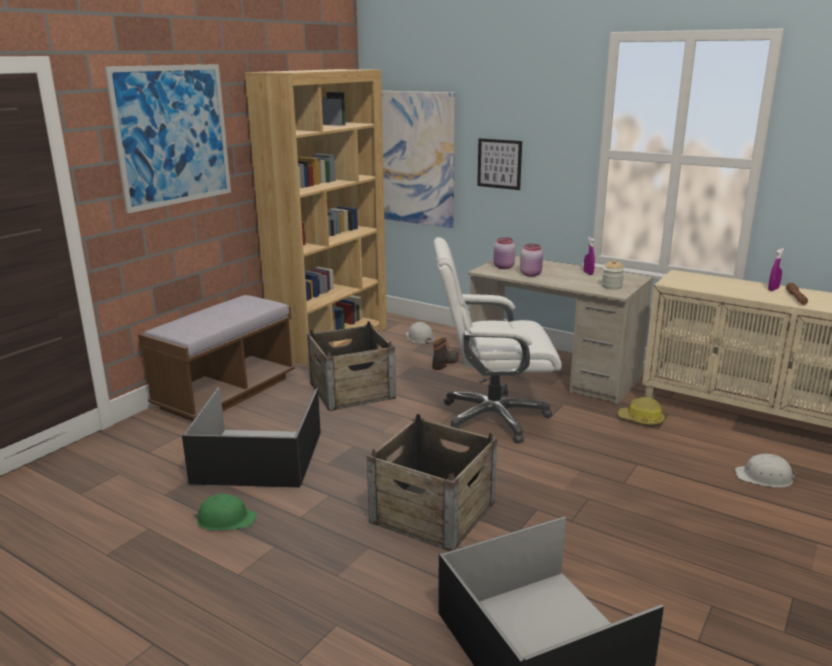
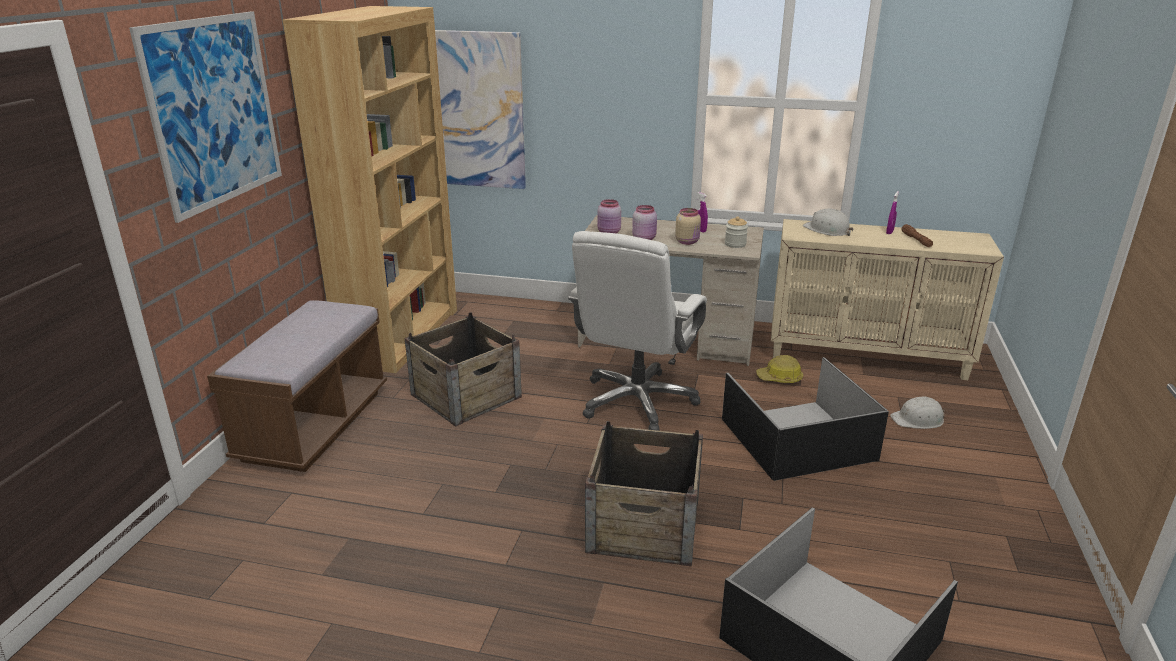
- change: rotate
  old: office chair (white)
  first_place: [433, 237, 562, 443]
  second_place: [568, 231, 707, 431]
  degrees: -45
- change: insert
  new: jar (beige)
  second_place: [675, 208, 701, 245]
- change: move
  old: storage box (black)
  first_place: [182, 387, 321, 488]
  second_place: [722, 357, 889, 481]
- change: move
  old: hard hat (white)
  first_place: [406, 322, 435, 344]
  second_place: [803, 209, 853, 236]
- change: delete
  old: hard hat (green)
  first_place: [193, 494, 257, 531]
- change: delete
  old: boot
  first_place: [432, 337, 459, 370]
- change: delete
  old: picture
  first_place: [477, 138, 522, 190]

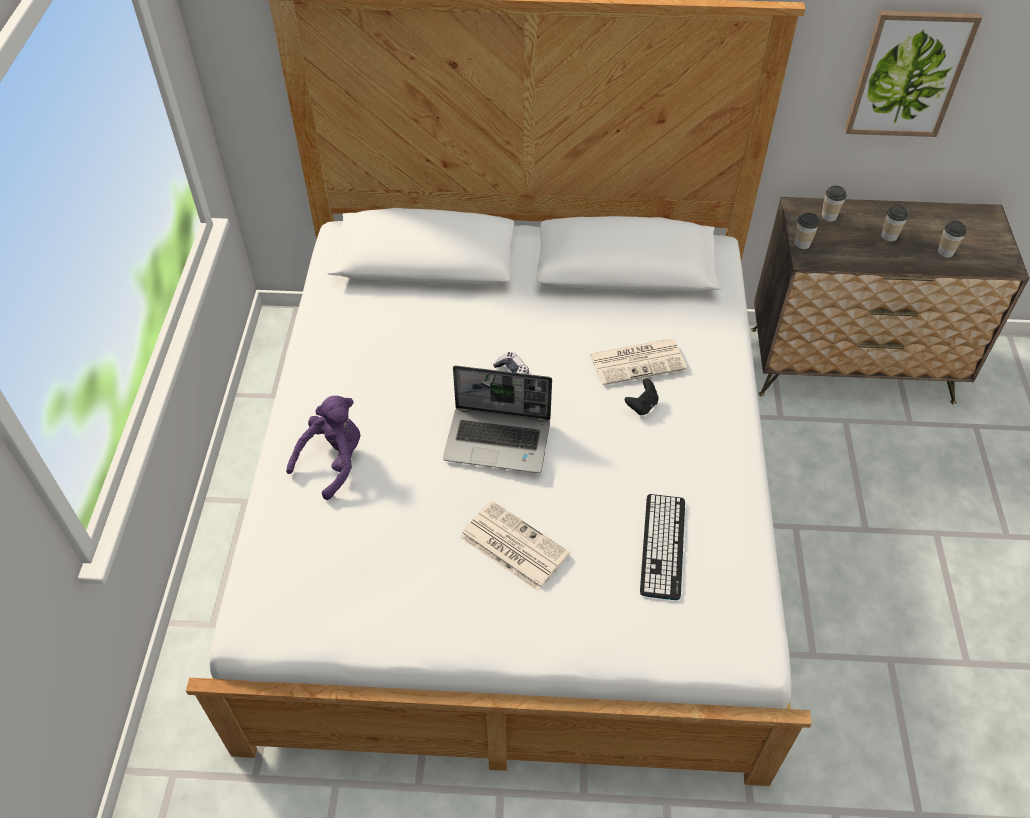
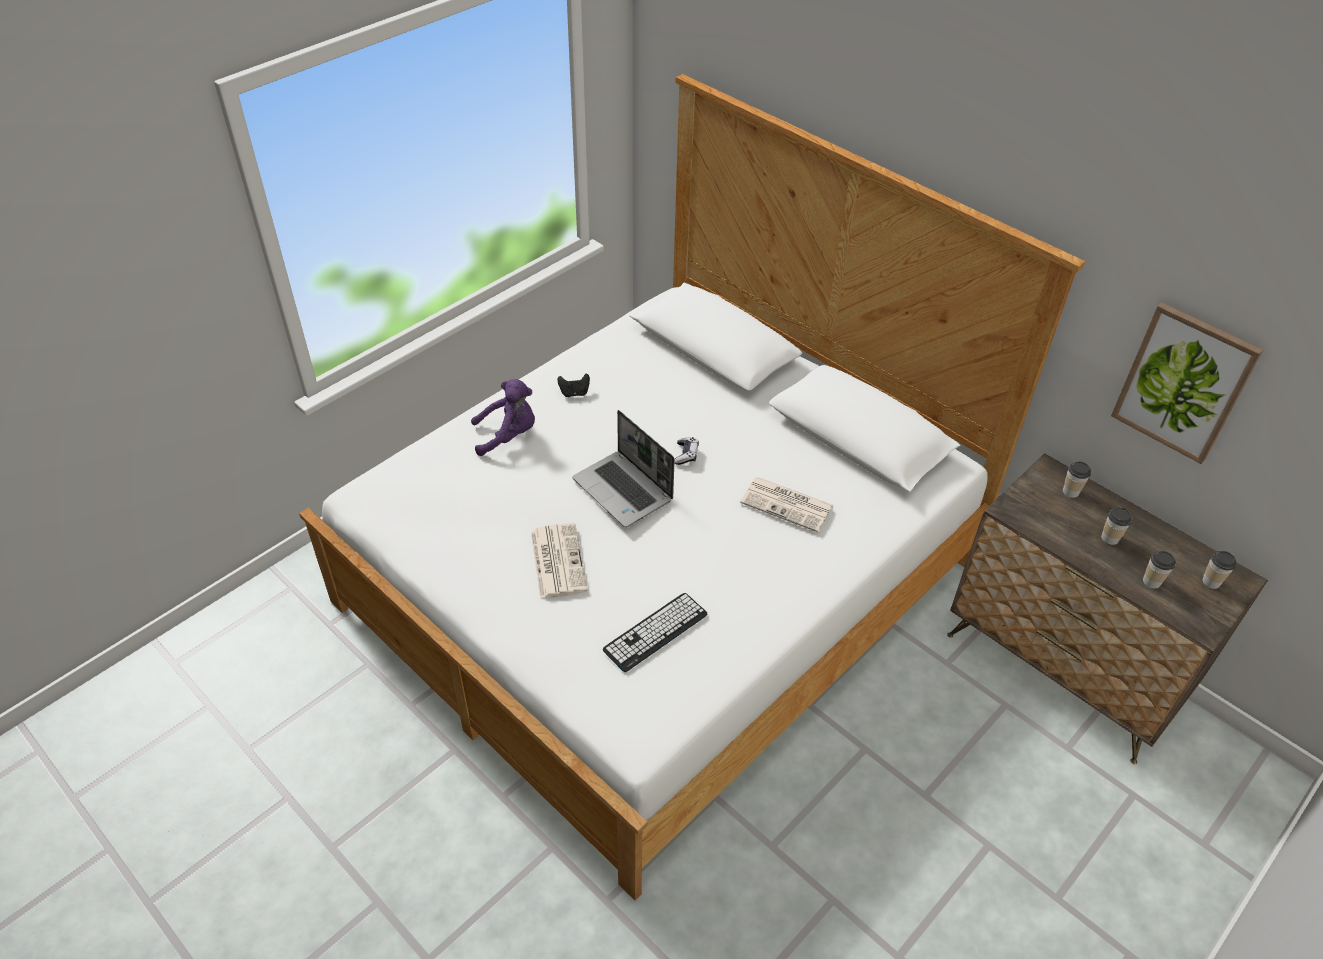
- change: move
  old: game controller (black)
  first_place: [625, 379, 658, 415]
  second_place: [557, 374, 590, 397]
- change: move
  old: cup
  first_place: [794, 213, 820, 249]
  second_place: [1202, 551, 1236, 589]

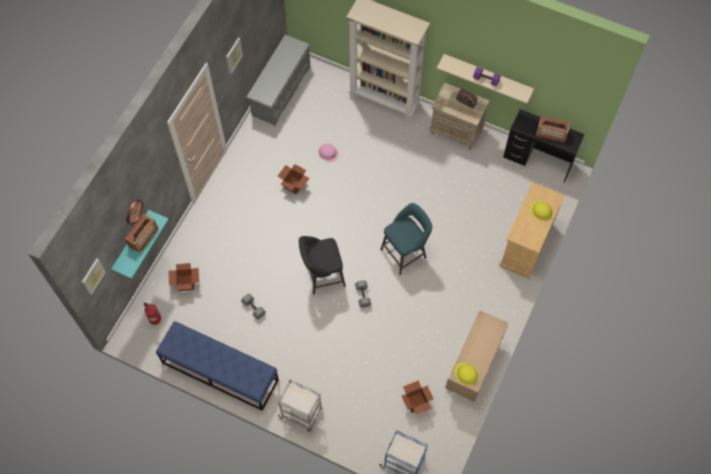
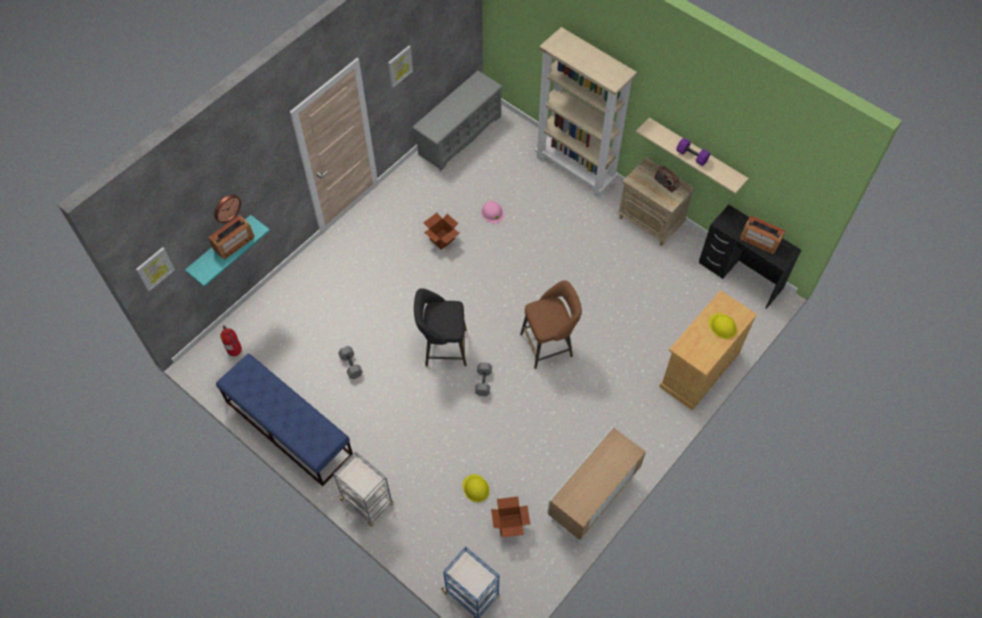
- change: move
  old: hard hat (yellow)
  first_place: [454, 363, 478, 385]
  second_place: [462, 474, 490, 502]
- change: recolor
  old: stool (turquoise)
  new: stool (brown)
  first_place: [380, 203, 432, 275]
  second_place: [520, 280, 582, 369]
- change: delete
  old: cardboard box
  first_place: [168, 263, 199, 291]

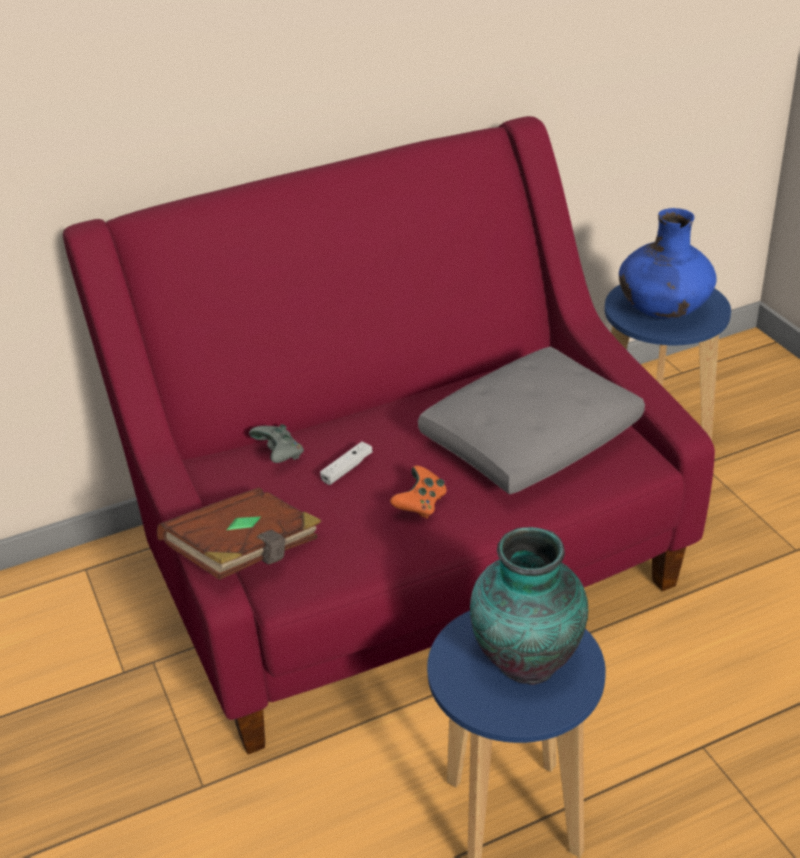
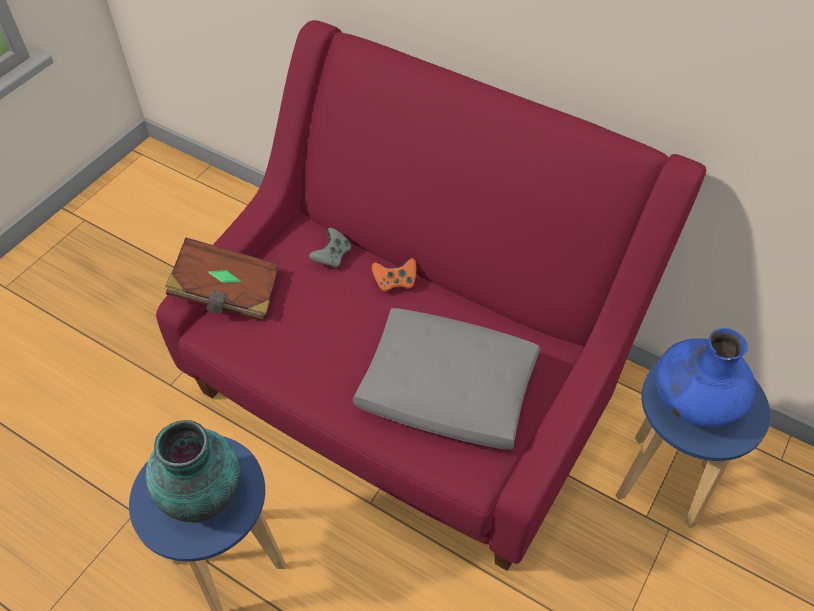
- change: move
  old: game controller (orange)
  first_place: [390, 465, 447, 519]
  second_place: [372, 258, 417, 292]
- change: delete
  old: game controller (white)
  first_place: [320, 442, 373, 485]

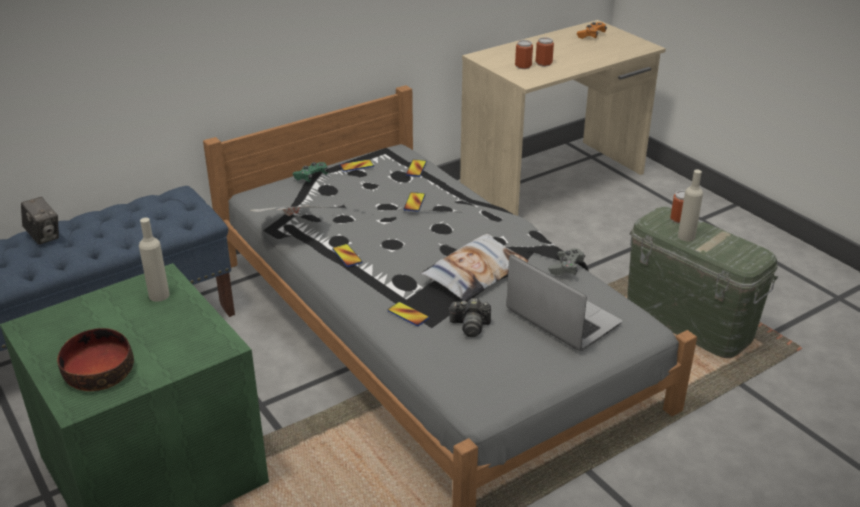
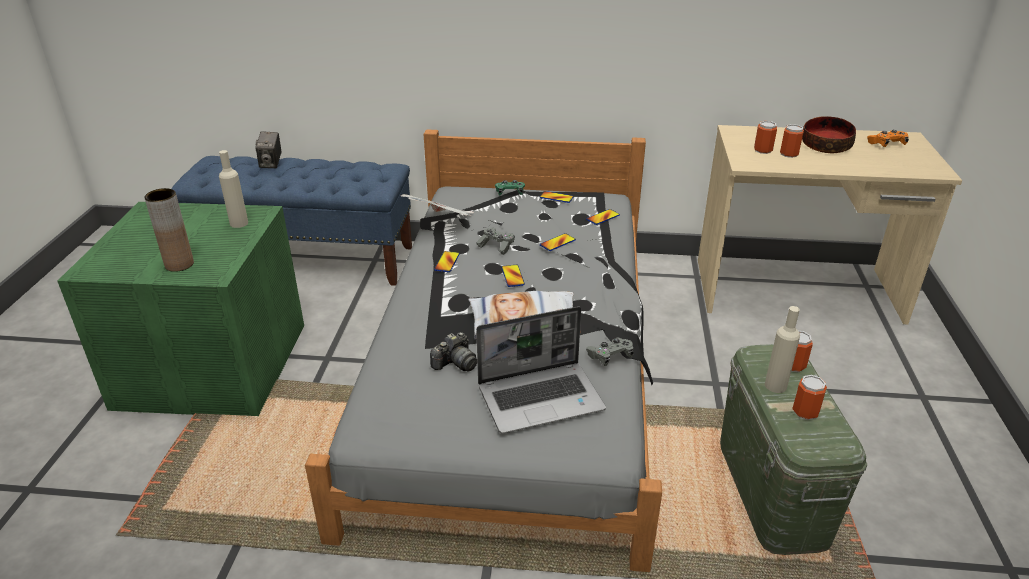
- change: insert
  new: vase (brown)
  second_place: [144, 188, 194, 272]
- change: rotate
  old: photo camera
  first_place: [448, 298, 491, 337]
  second_place: [430, 332, 477, 372]
  degrees: -90
- change: insert
  new: game controller (grey)
  second_place: [476, 227, 515, 255]
- change: rotate
  old: laptop
  first_place: [506, 254, 622, 351]
  second_place: [476, 306, 606, 434]
  degrees: 75
- change: move
  old: phone
  first_place: [387, 302, 429, 326]
  second_place: [502, 265, 525, 287]
- change: insert
  new: can
  second_place: [792, 375, 827, 420]
- change: move
  old: bowl
  first_place: [57, 328, 134, 391]
  second_place: [802, 116, 856, 153]

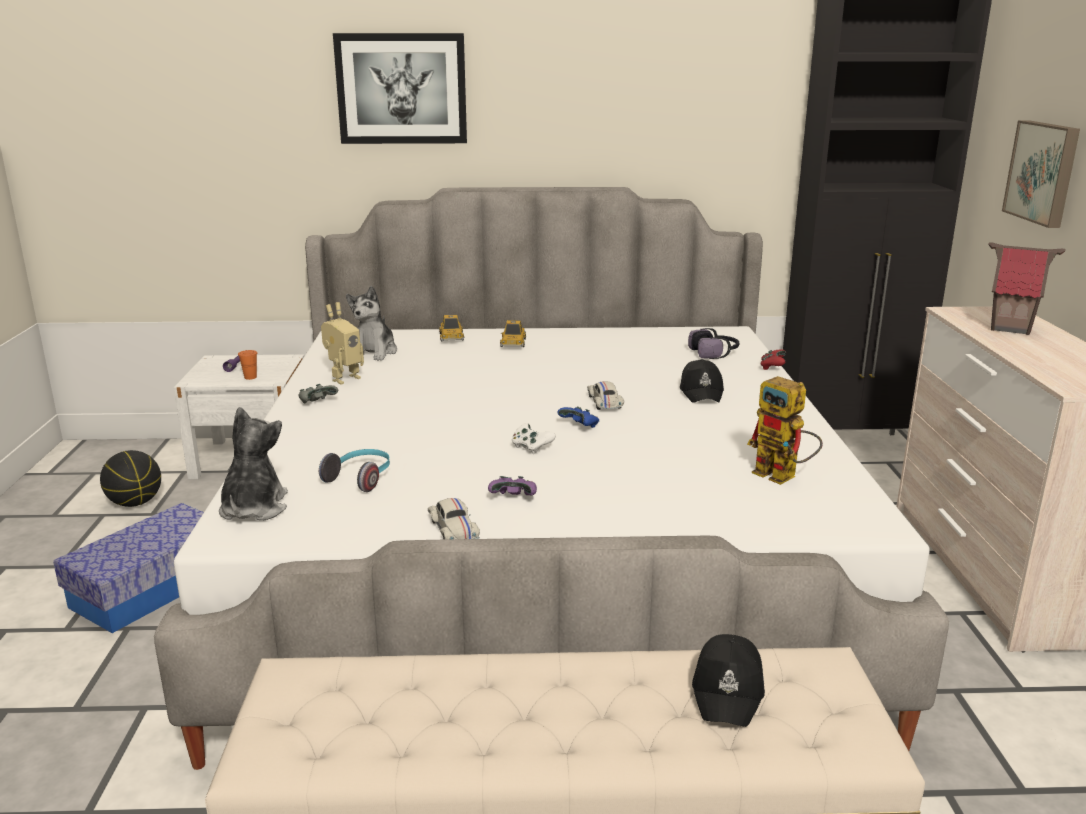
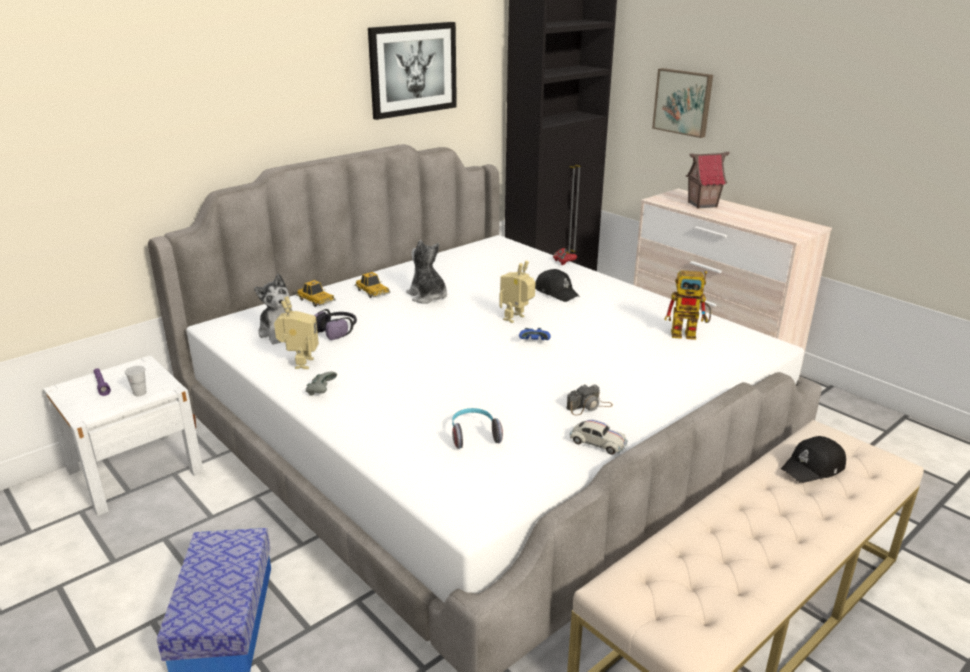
- change: recolor
  old: cup (orange)
  new: cup (white)
  first_place: [238, 350, 257, 380]
  second_place: [125, 366, 146, 396]
- change: move
  old: headphones
  first_place: [688, 328, 739, 359]
  second_place: [314, 309, 357, 340]
- change: move
  old: picture
  first_place: [333, 33, 467, 144]
  second_place: [368, 22, 457, 120]
- change: move
  old: plush toy
  first_place: [219, 407, 288, 520]
  second_place: [406, 240, 447, 304]
- change: replace
  old: toy car (white)
  new: toy robot
  first_place: [587, 381, 624, 410]
  second_place: [499, 261, 535, 323]
- change: replace
  old: game controller (purple)
  new: photo camera
  first_place: [488, 476, 537, 496]
  second_place: [567, 384, 613, 415]
- change: rotate
  old: cap (black)
  first_place: [692, 634, 765, 727]
  second_place: [781, 436, 846, 483]
  degrees: 90
- change: delete
  old: basketball
  first_place: [100, 450, 161, 507]
- change: delete
  old: game controller (white)
  first_place: [511, 423, 556, 454]

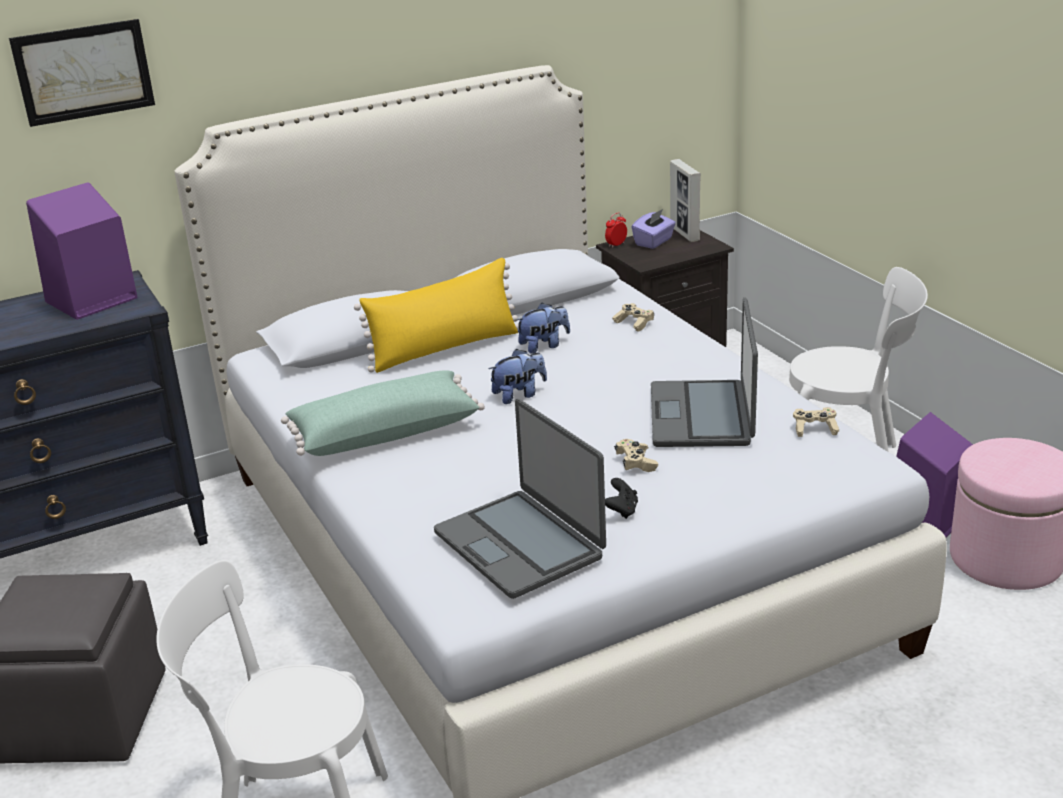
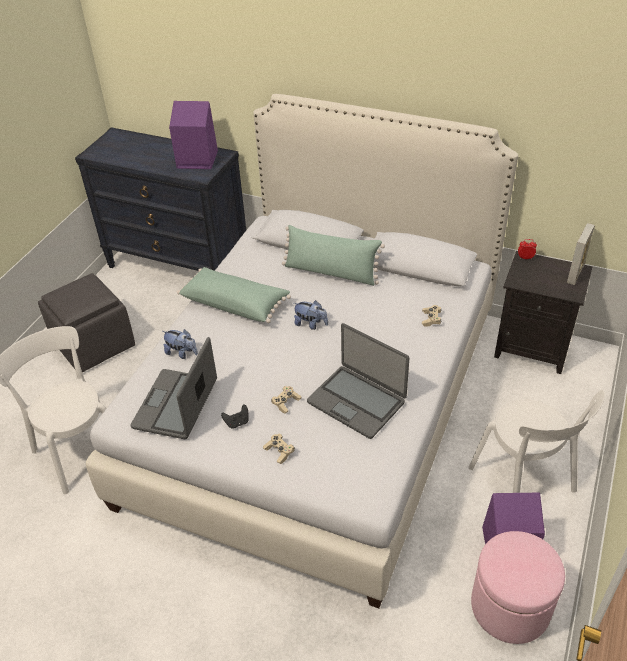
- change: move
  old: plush toy
  first_place: [516, 303, 570, 354]
  second_place: [163, 329, 198, 359]
- change: move
  old: game controller (beige)
  first_place: [793, 407, 839, 437]
  second_place: [263, 434, 295, 464]
- change: recolor
  old: pillow (yellow)
  new: pillow (green)
  first_place: [354, 258, 519, 373]
  second_place: [282, 225, 385, 286]
- change: rotate
  old: laptop
  first_place: [651, 297, 758, 447]
  second_place: [307, 323, 409, 439]
  degrees: -105
- change: delete
  old: picture
  first_place: [9, 19, 155, 127]
- change: delete
  old: tissue box (purple)
  first_place: [632, 209, 676, 249]

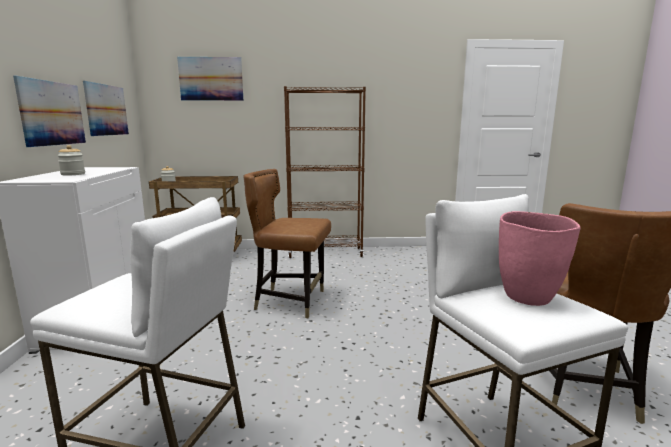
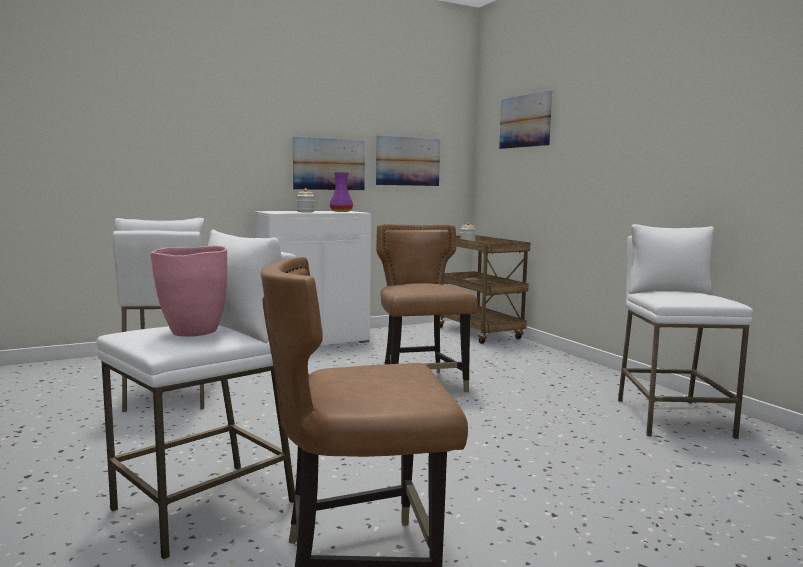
- change: insert
  new: vase (purple)
  second_place: [330, 173, 353, 212]
- change: insert
  new: stool (white)
  second_place: [618, 224, 753, 439]
- change: delete
  old: bookcase (brown)
  first_place: [284, 86, 366, 258]

